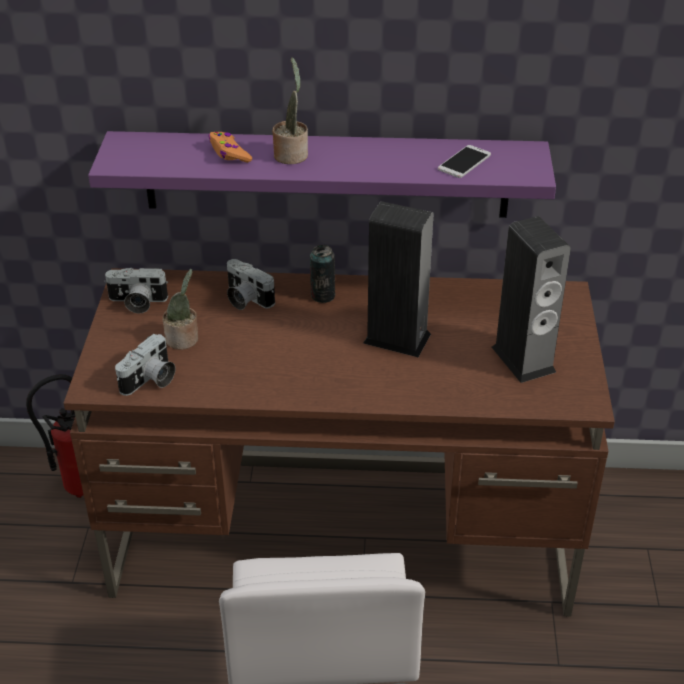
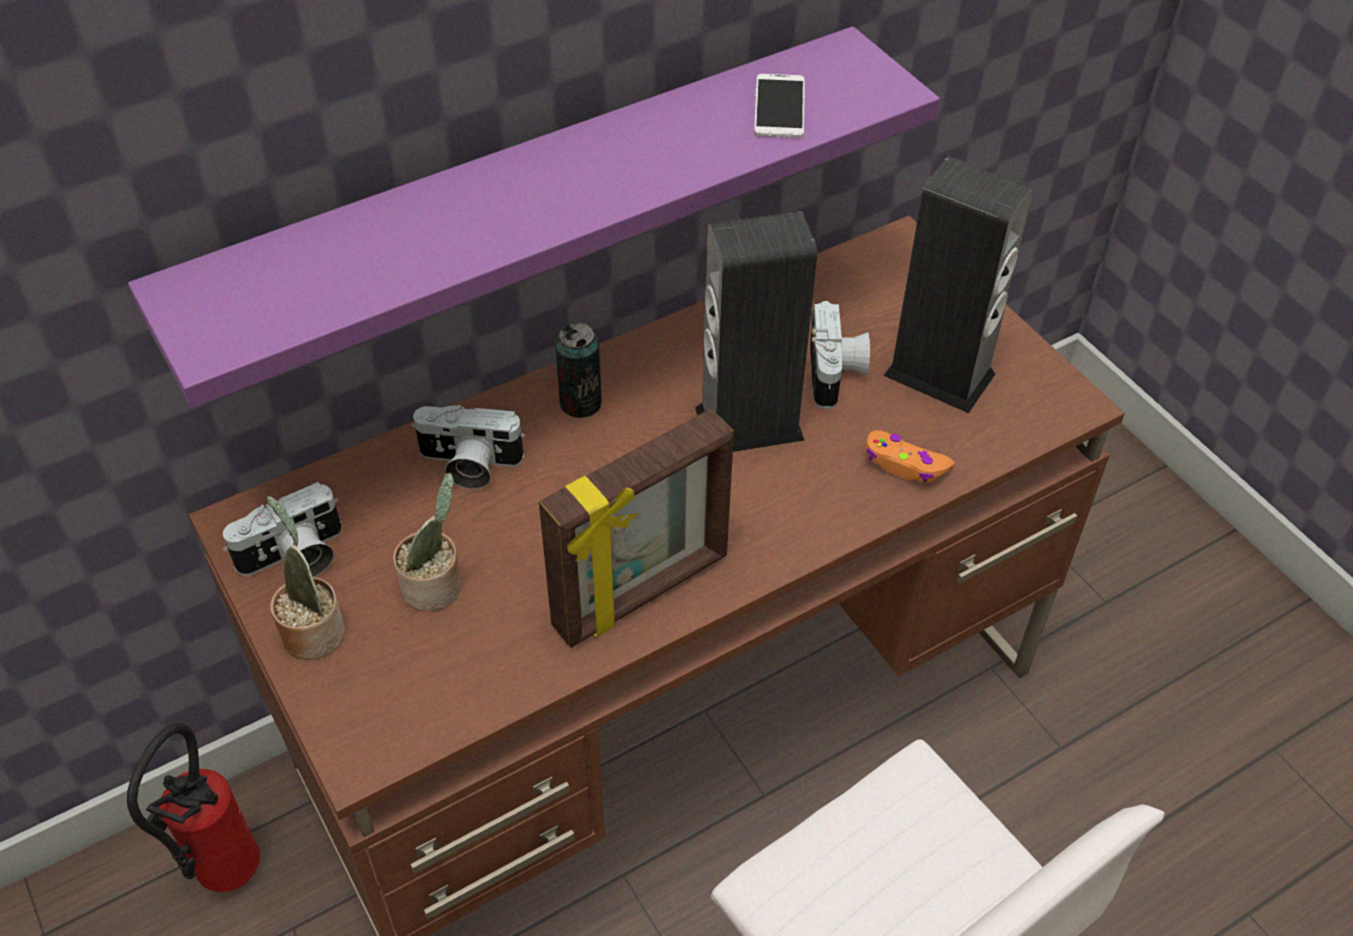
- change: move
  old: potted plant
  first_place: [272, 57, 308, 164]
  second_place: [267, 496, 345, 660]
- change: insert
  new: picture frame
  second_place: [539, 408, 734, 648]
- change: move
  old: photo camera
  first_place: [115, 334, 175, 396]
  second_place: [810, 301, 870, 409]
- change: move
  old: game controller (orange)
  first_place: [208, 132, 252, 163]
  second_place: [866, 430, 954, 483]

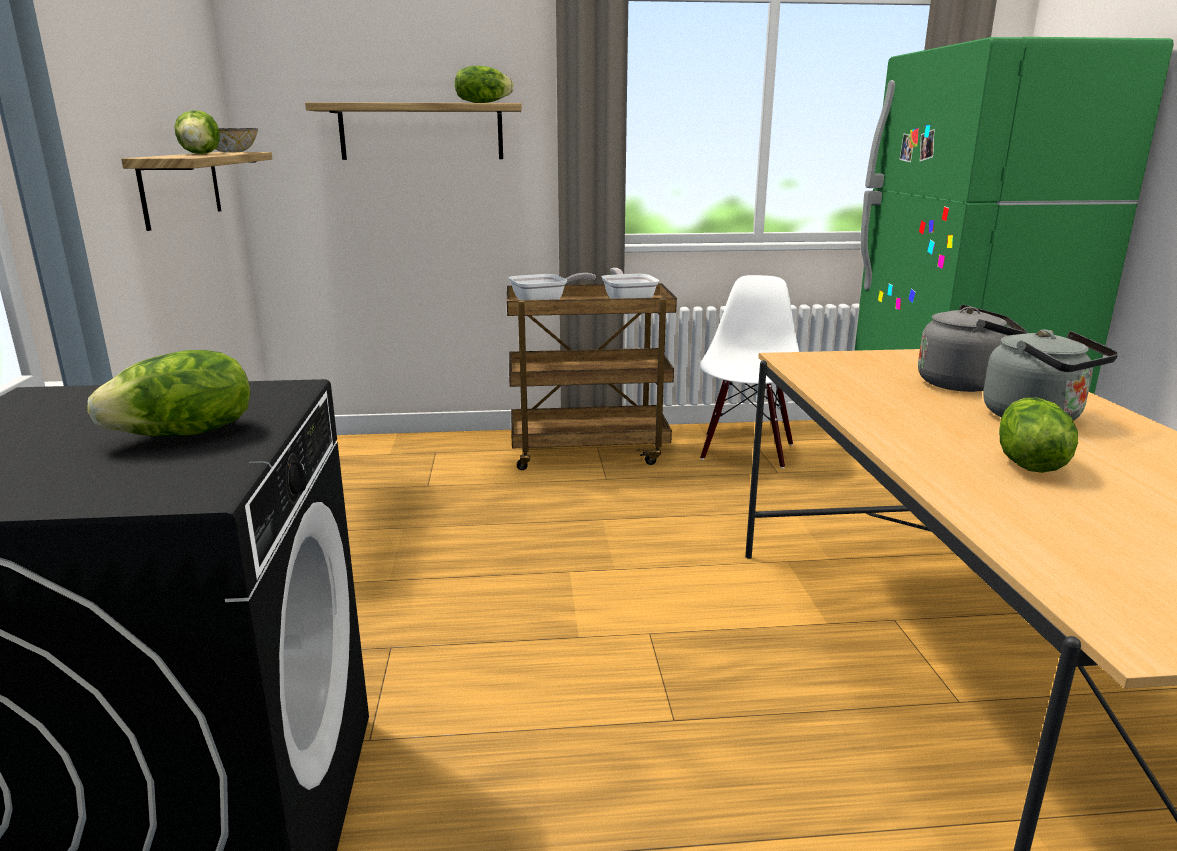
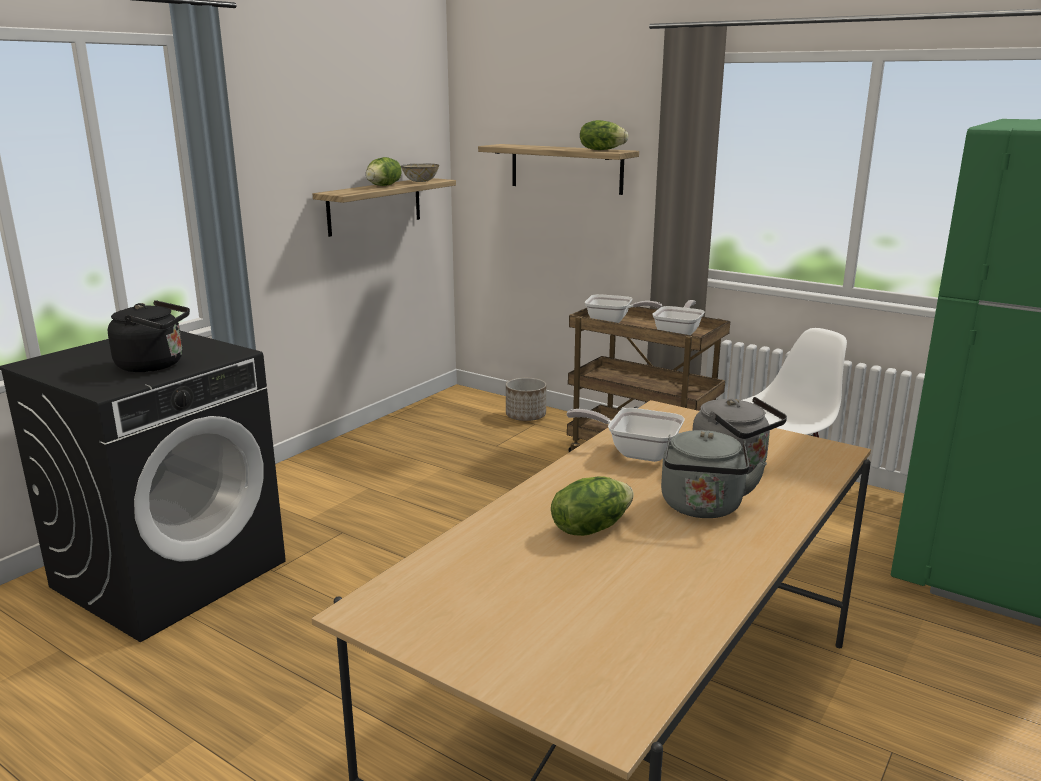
- change: replace
  old: lettuce
  new: kettle (black)
  first_place: [87, 350, 250, 436]
  second_place: [108, 300, 190, 372]
- change: insert
  new: planter
  second_place: [506, 378, 546, 421]
- change: insert
  new: frying pan
  second_place: [567, 408, 685, 462]

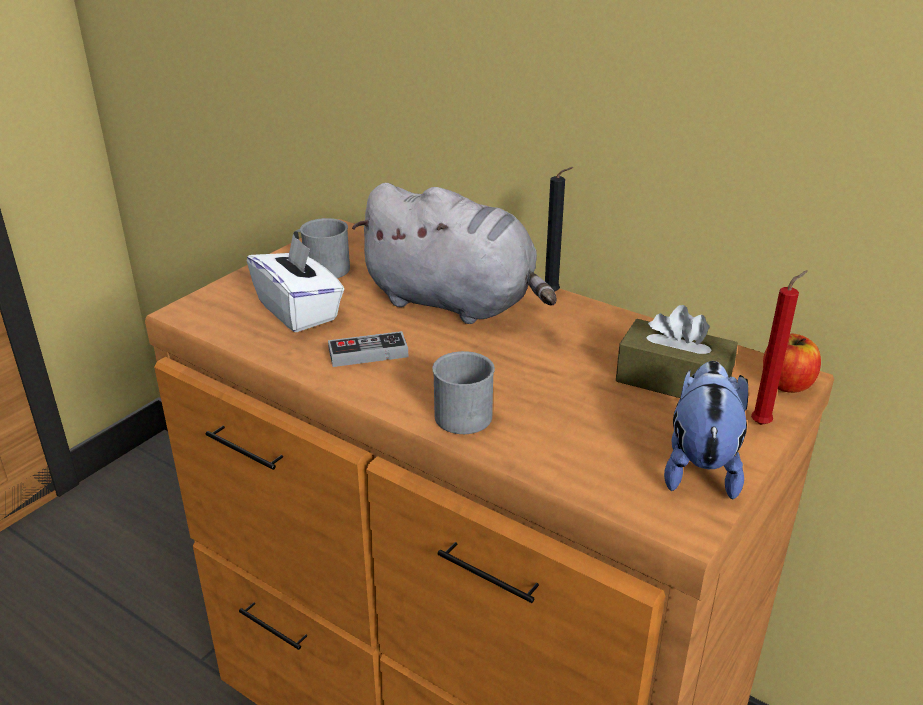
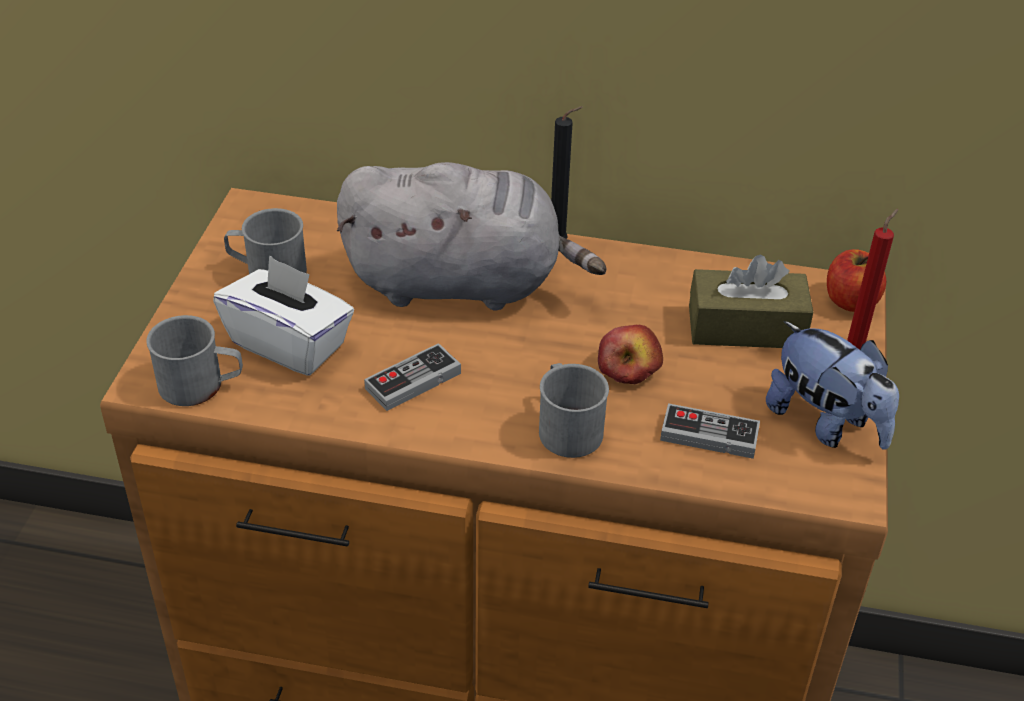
- change: insert
  new: mug (grey)
  second_place: [146, 315, 243, 406]
- change: insert
  new: apple
  second_place: [598, 325, 663, 384]
- change: insert
  new: game controller
  second_place: [660, 403, 760, 459]
- change: rotate
  old: plush toy
  first_place: [664, 361, 748, 500]
  second_place: [766, 321, 899, 450]
  degrees: 150

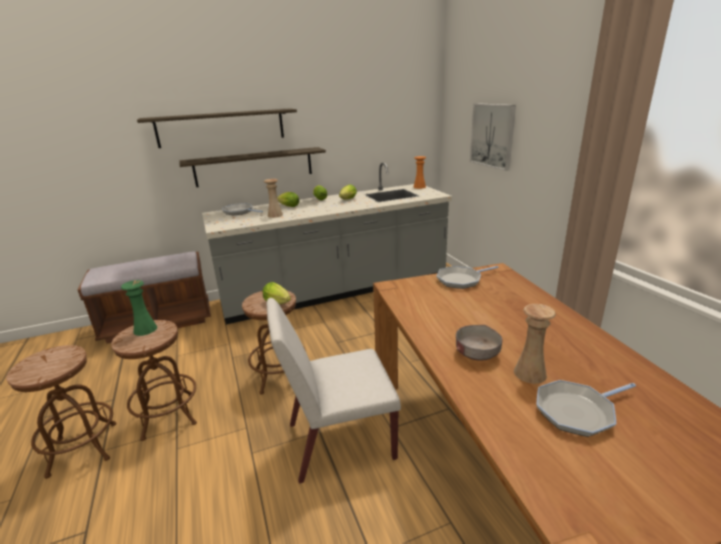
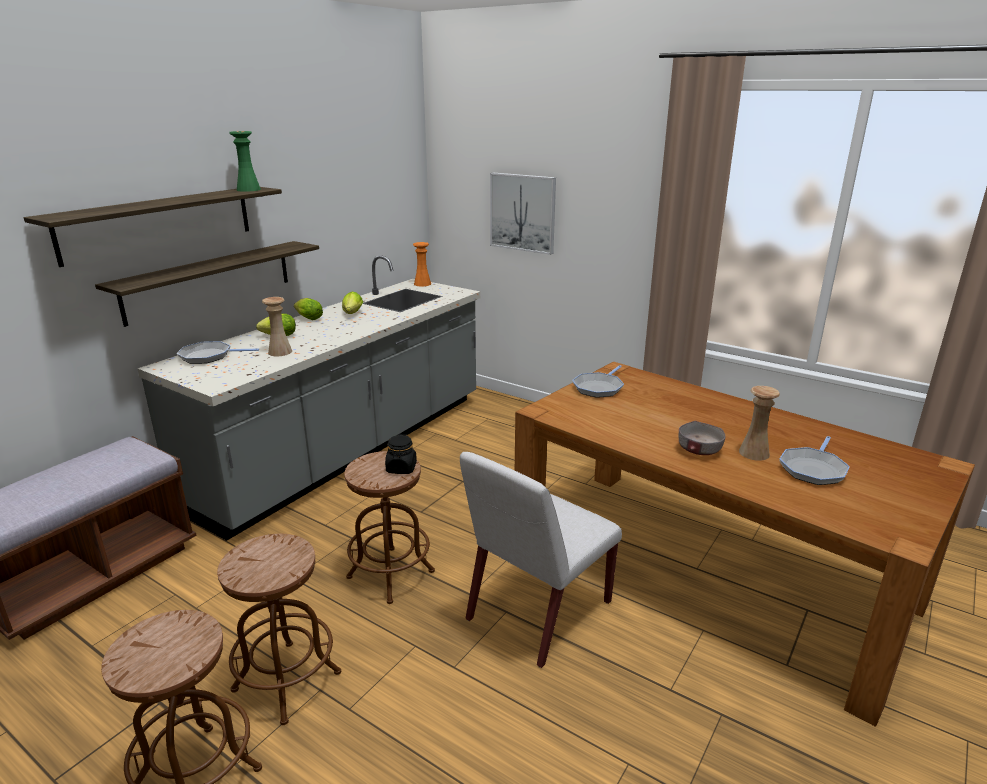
- change: move
  old: vase (green)
  first_place: [121, 280, 157, 336]
  second_place: [229, 131, 261, 192]
- change: replace
  old: lettuce
  new: jar (black)
  first_place: [262, 282, 291, 304]
  second_place: [385, 434, 417, 474]

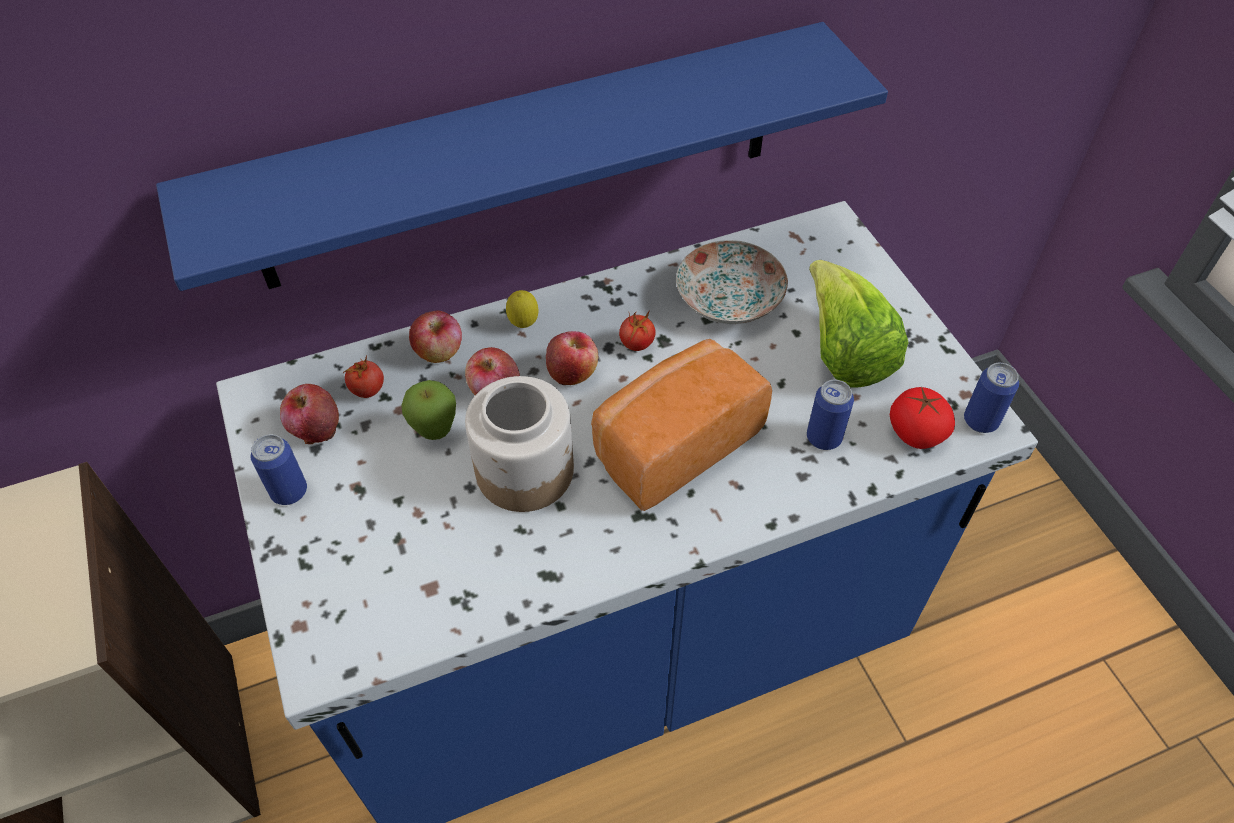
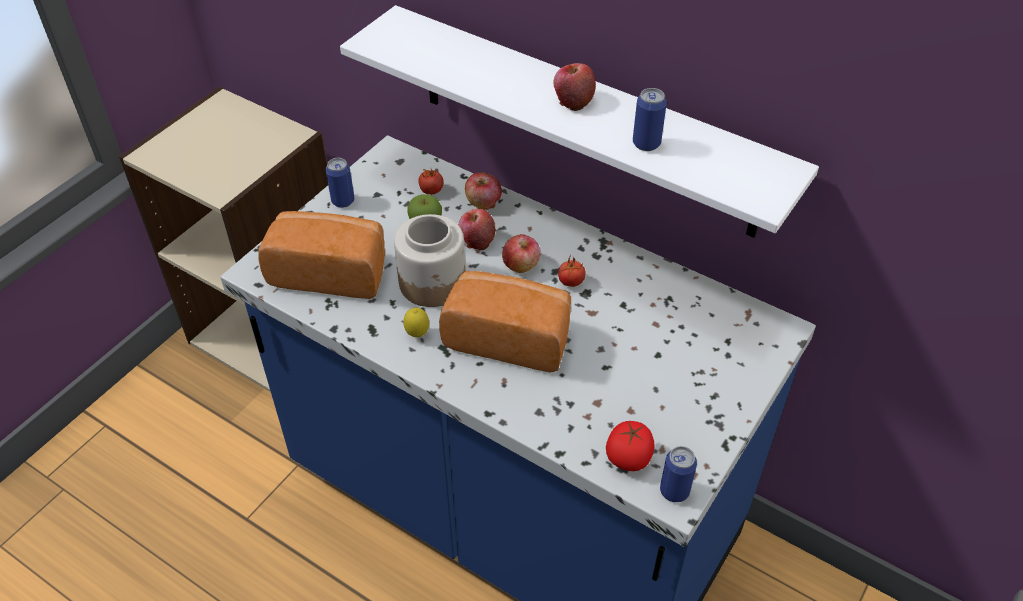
- change: insert
  new: bread
  second_place: [258, 211, 385, 299]
- change: recolor
  old: shelf (blue)
  new: shelf (white)
  first_place: [156, 22, 888, 291]
  second_place: [340, 5, 819, 238]
- change: move
  old: lemon
  first_place: [506, 290, 539, 328]
  second_place: [403, 308, 429, 337]
- change: move
  old: apple
  first_place: [280, 384, 339, 444]
  second_place: [554, 63, 596, 111]
- change: move
  old: can
  first_place: [807, 380, 854, 450]
  second_place: [633, 88, 667, 151]
- change: delete
  old: plate
  first_place: [676, 240, 788, 324]
- change: delete
  old: lettuce
  first_place: [809, 260, 909, 387]

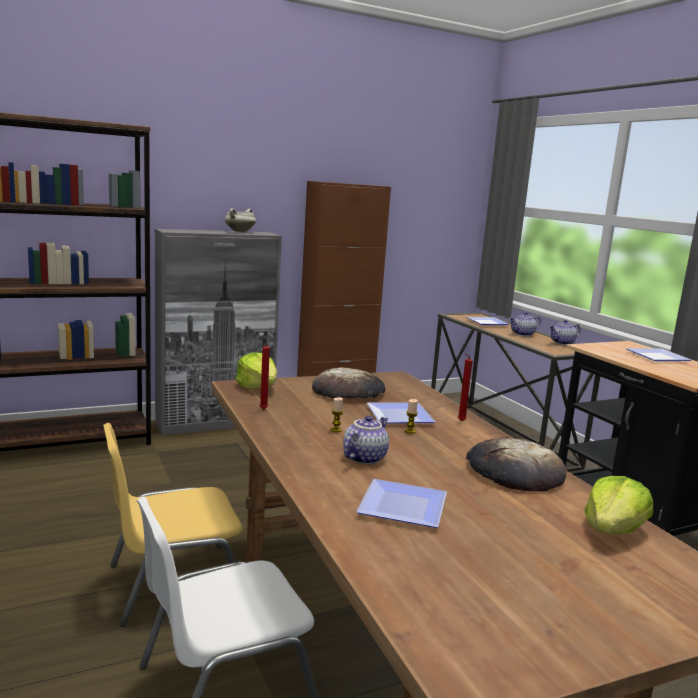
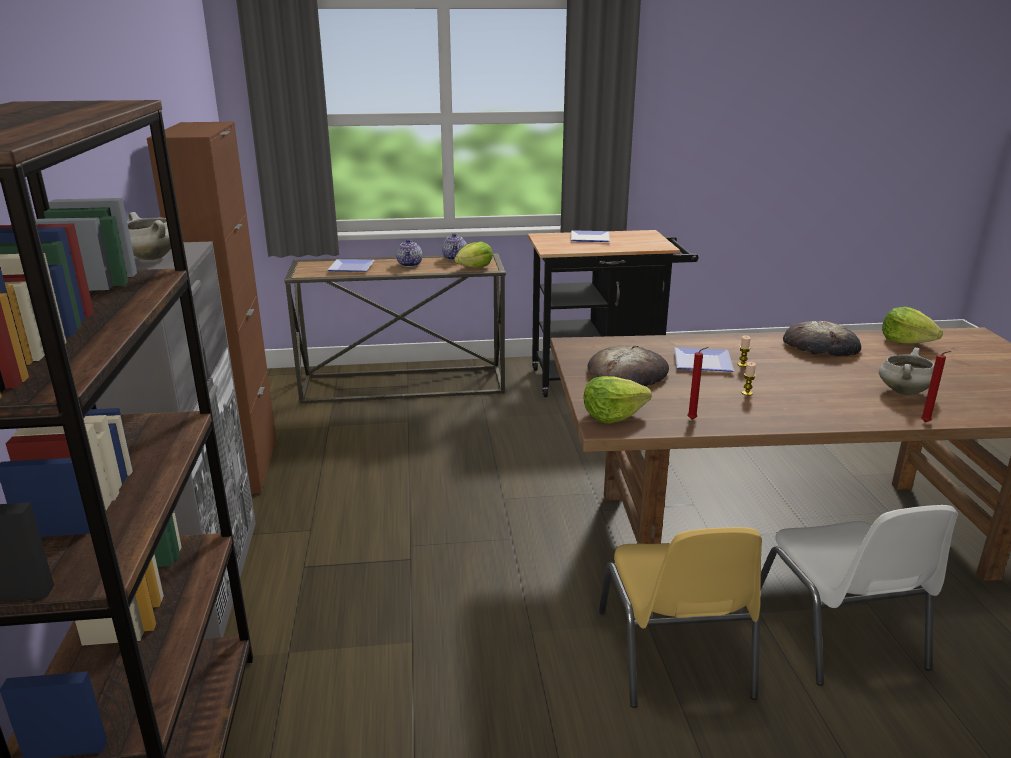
- change: insert
  new: lettuce
  second_place: [454, 241, 493, 268]
- change: replace
  old: plate
  new: cooking pot (white)
  first_place: [356, 479, 447, 528]
  second_place: [879, 347, 935, 395]
- change: move
  old: candle (red)
  first_place: [458, 354, 473, 421]
  second_place: [921, 351, 951, 422]
- change: delete
  old: teapot
  first_place: [343, 415, 389, 464]

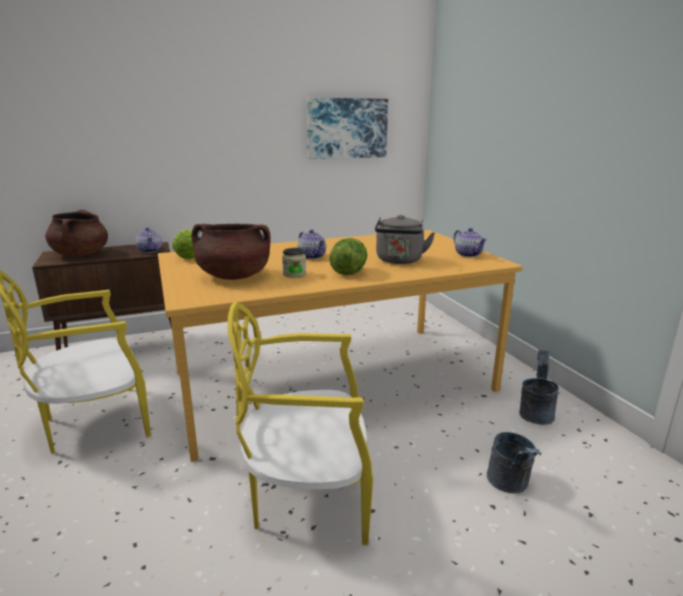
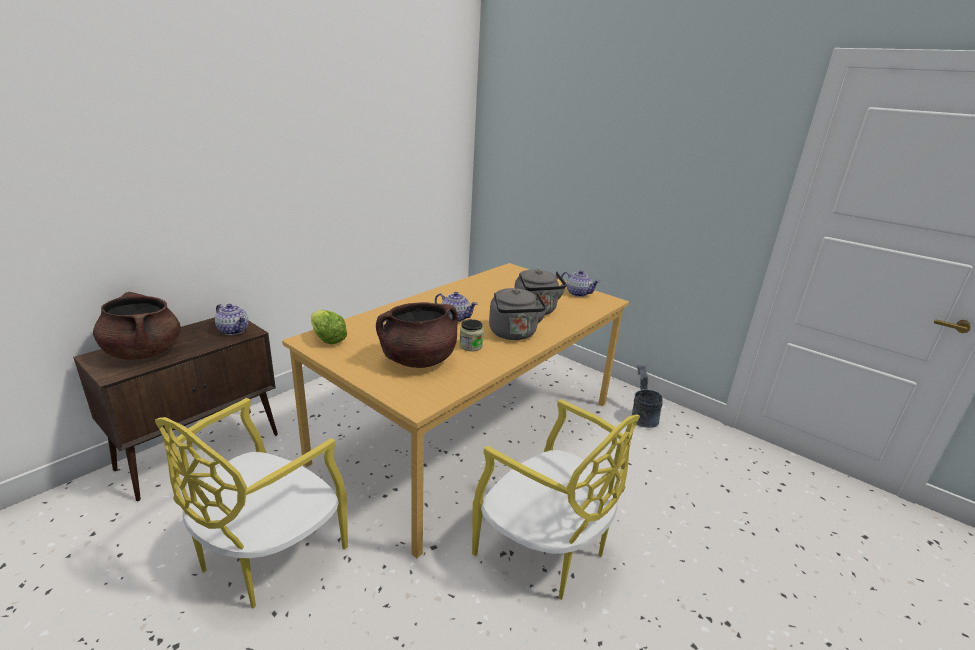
- change: rotate
  old: chair (yellow)
  first_place: [228, 302, 373, 545]
  second_place: [472, 399, 640, 600]
  degrees: -105
- change: replace
  old: lettuce
  new: kettle (grey)
  first_place: [329, 238, 367, 275]
  second_place: [489, 288, 549, 340]
- change: delete
  old: picture
  first_place: [307, 97, 388, 159]
- change: delete
  old: bucket (grey)
  first_place: [487, 432, 541, 493]

